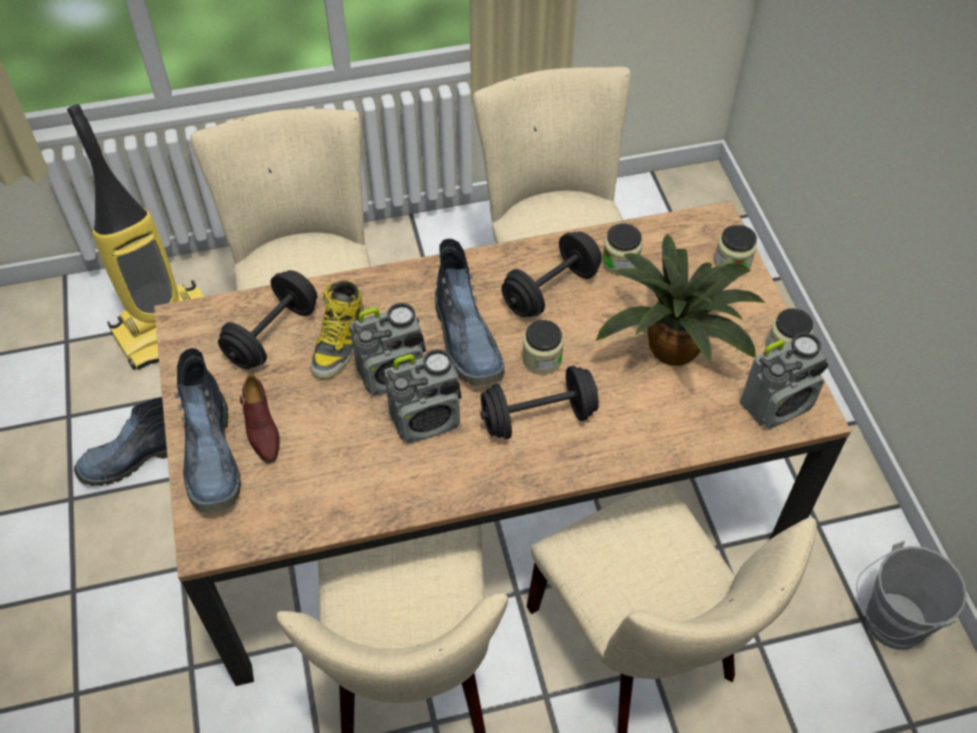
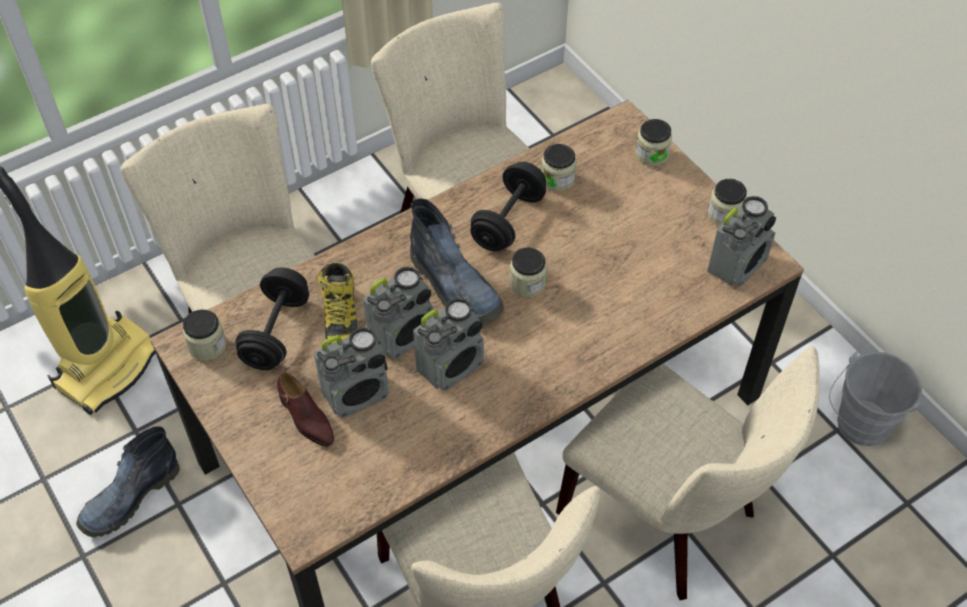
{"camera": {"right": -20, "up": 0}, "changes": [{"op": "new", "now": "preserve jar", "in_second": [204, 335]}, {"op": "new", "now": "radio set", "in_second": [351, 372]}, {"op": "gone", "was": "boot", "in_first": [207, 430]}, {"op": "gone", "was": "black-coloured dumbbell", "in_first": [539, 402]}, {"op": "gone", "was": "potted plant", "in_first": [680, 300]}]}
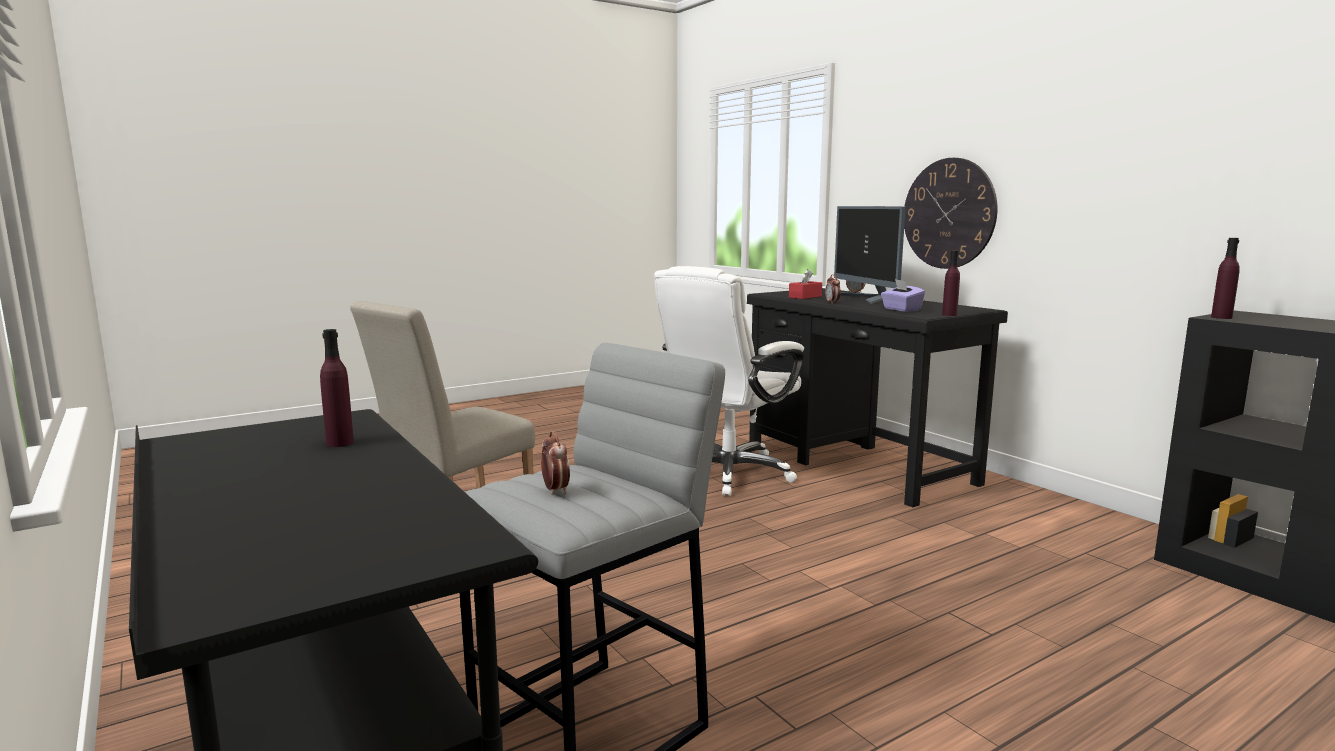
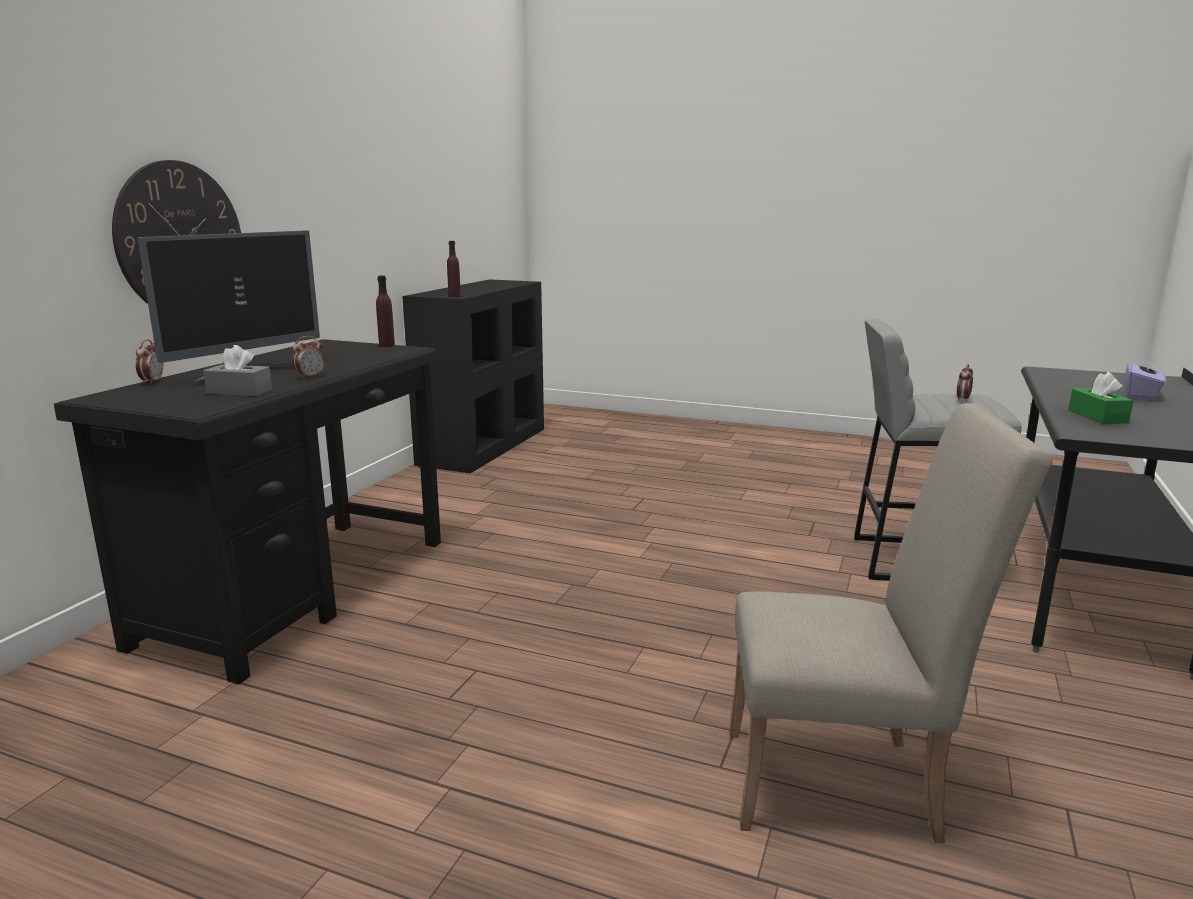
{"camera": {"right": -125, "up": 5}, "changes": [{"op": "repainted", "was": "red box of tissues", "now": "gray box of tissues", "in_first": [805, 284], "in_second": [237, 370]}, {"op": "swapped", "was": "purplish drink bottle", "now": "green-coloured box of tissues", "in_first": [337, 388], "in_second": [1100, 398]}, {"op": "shifted", "was": "purplish box of tissues", "in_first": [903, 295], "in_second": [1145, 378]}, {"op": "gone", "was": "white-coloured computer chair", "in_first": [729, 381]}]}
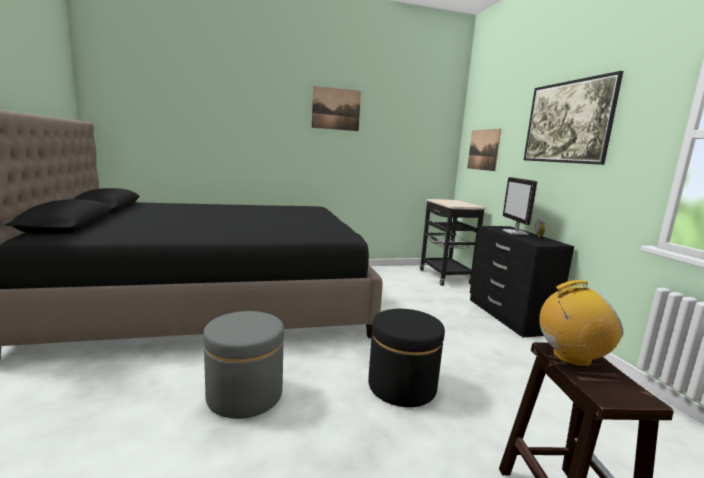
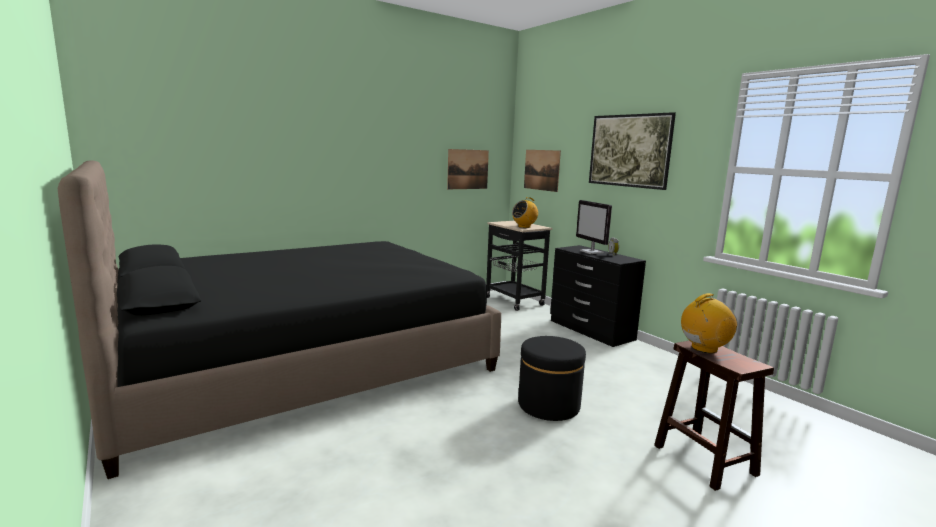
{"camera": {"right": -20, "up": 0}, "changes": [{"op": "shifted", "was": "wall art", "in_first": [336, 108], "in_second": [468, 169]}, {"op": "new", "now": "radio set", "in_second": [525, 212]}, {"op": "gone", "was": "gray footrest", "in_first": [243, 365]}]}
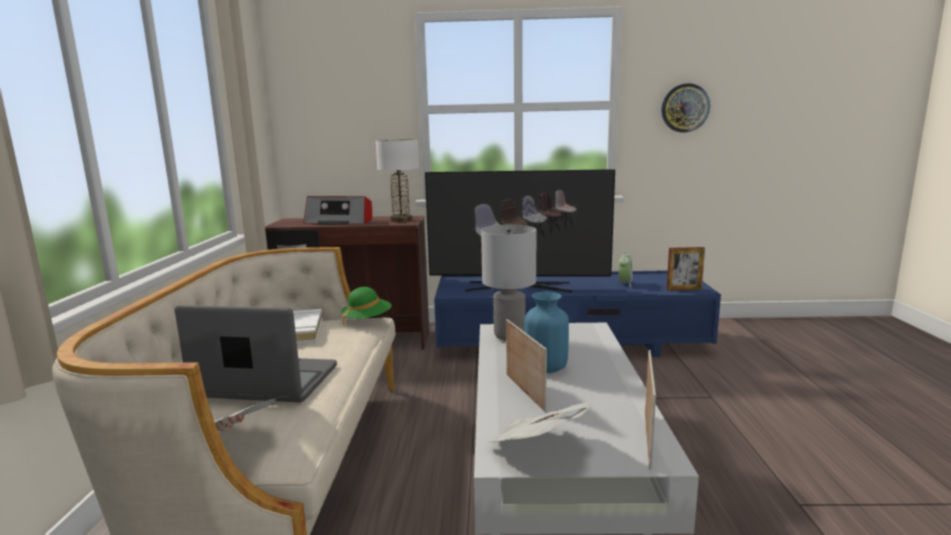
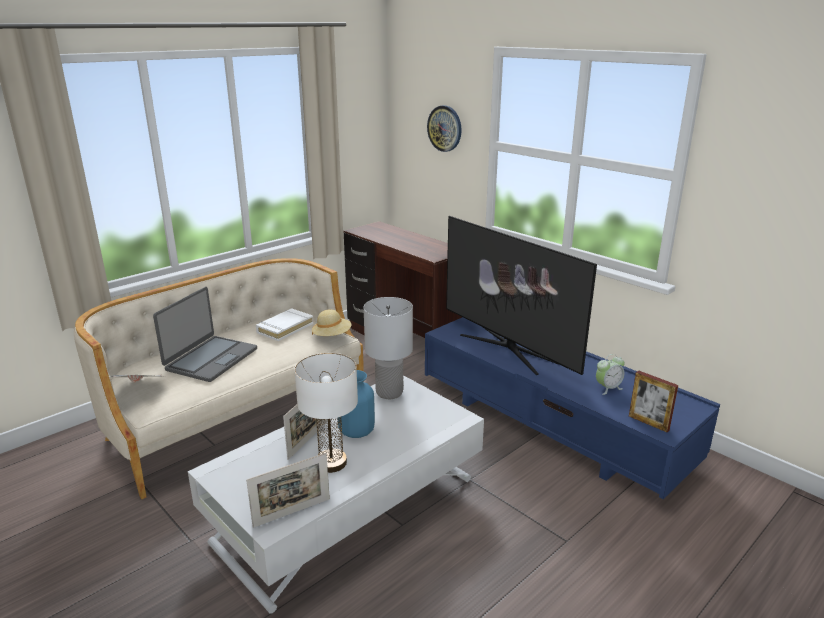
{"camera": {"right": 45, "up": 10}, "changes": [{"op": "rotated", "was": "portable computer", "in_first": [256, 353], "in_second": [205, 334], "clockwise": 60}, {"op": "shifted", "was": "tabletop lamp", "in_first": [398, 180], "in_second": [326, 413]}, {"op": "repainted", "was": "green-coloured clothing hat", "now": "beige-coloured clothing hat", "in_first": [366, 306], "in_second": [332, 322]}, {"op": "shifted", "was": "clock on the wall", "in_first": [685, 107], "in_second": [444, 128]}, {"op": "gone", "was": "radio set", "in_first": [337, 210]}, {"op": "gone", "was": "newspaper", "in_first": [540, 422]}]}
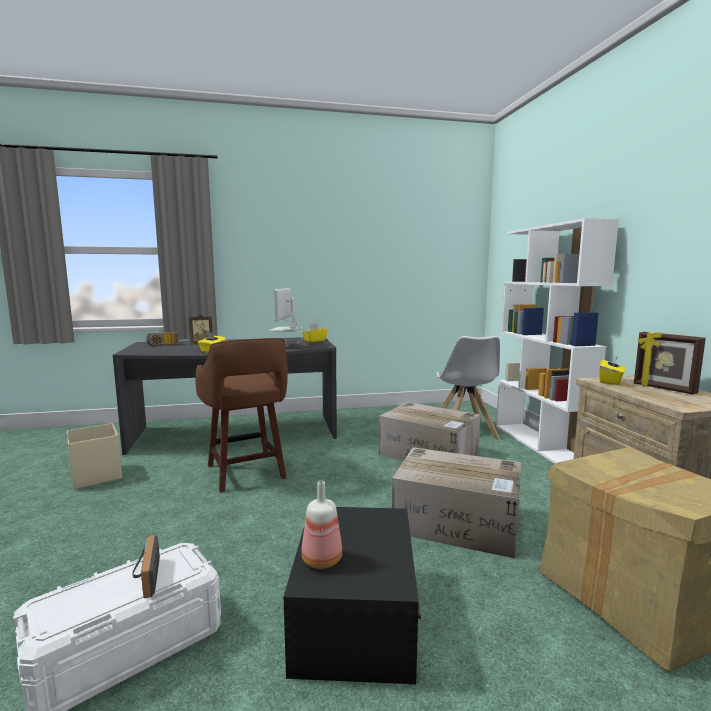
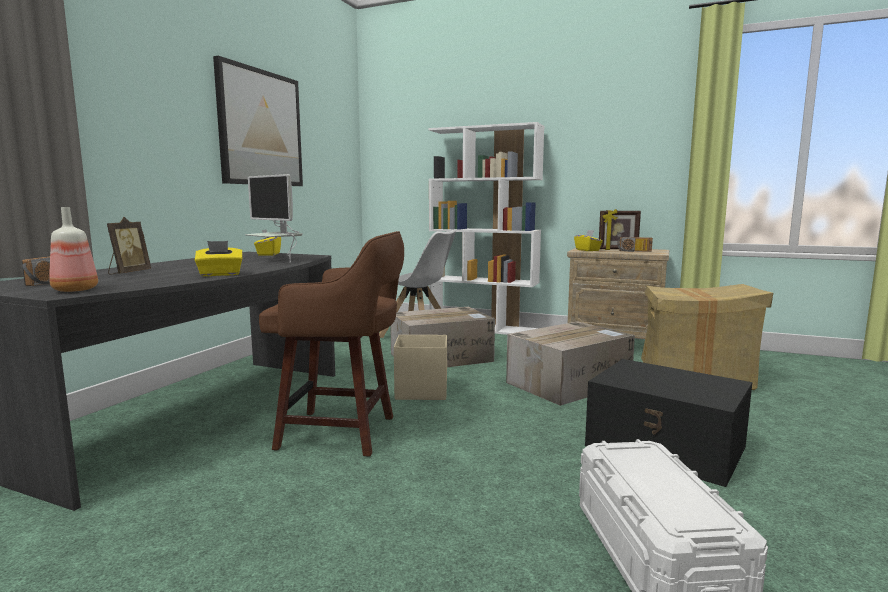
{"camera": {"right": -55, "up": 0}, "changes": [{"op": "shifted", "was": "drink bottle", "in_first": [321, 525], "in_second": [73, 249]}, {"op": "new", "now": "wall art", "in_second": [258, 121]}, {"op": "shifted", "was": "beige-coloured storage bin", "in_first": [94, 456], "in_second": [420, 367]}, {"op": "shifted", "was": "radio set", "in_first": [146, 566], "in_second": [635, 244]}]}
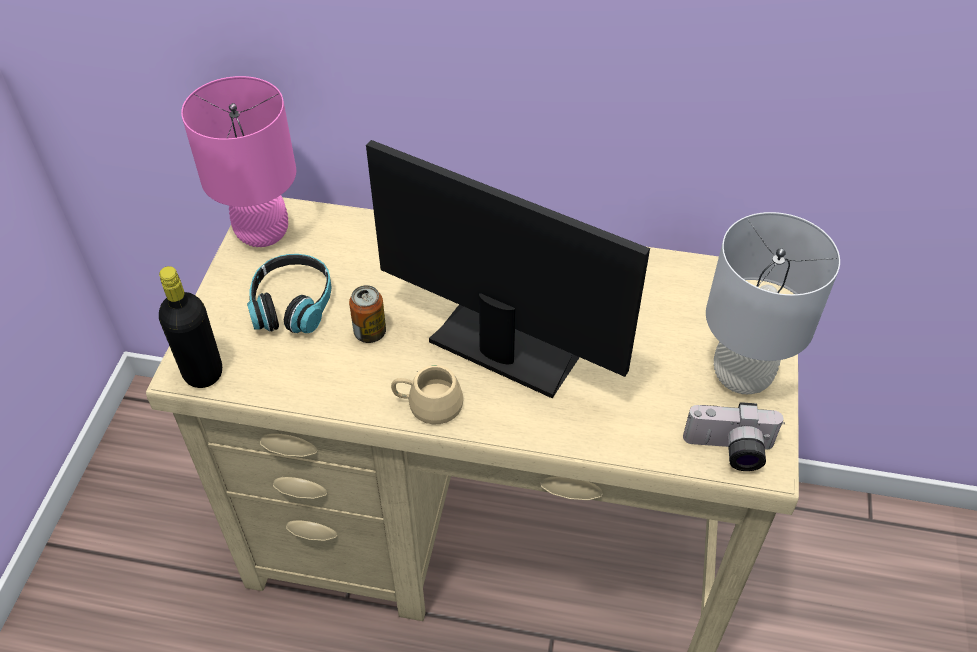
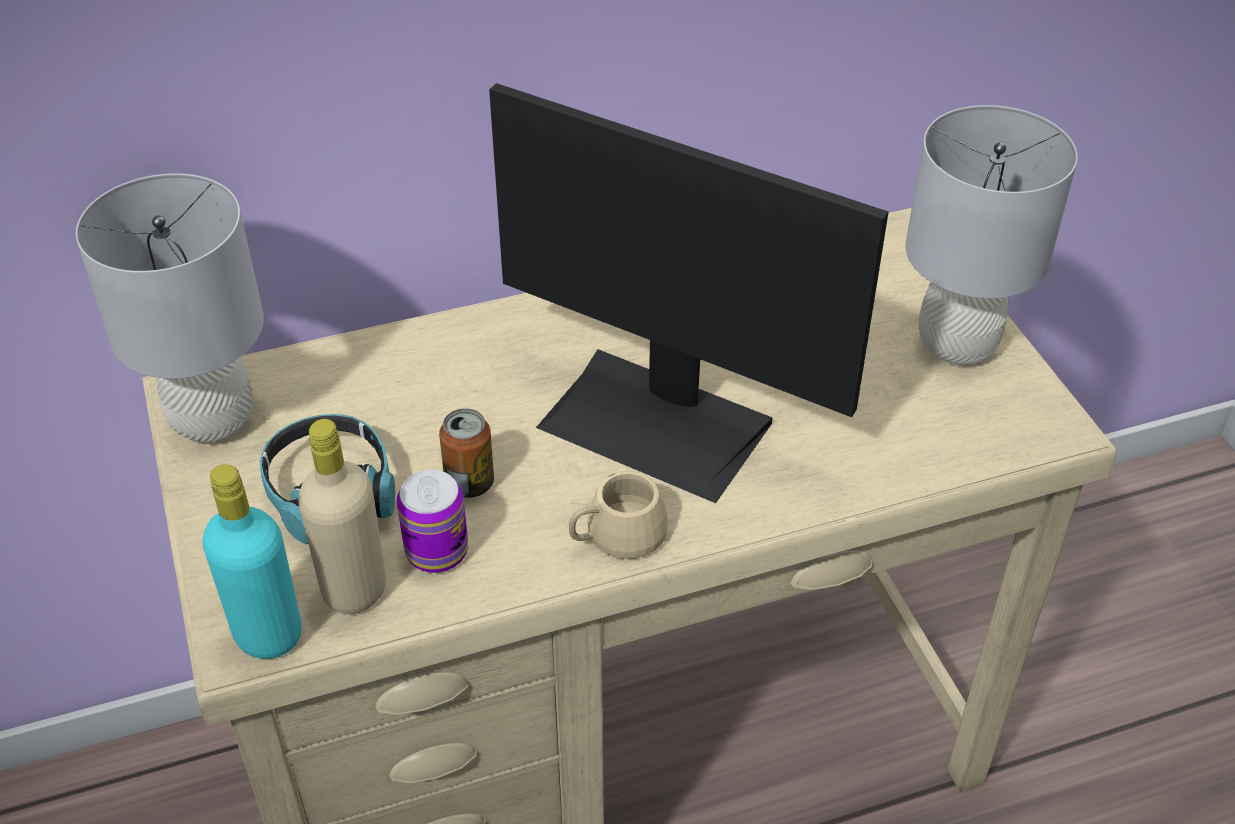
{"camera": {"right": -30, "up": -5}, "changes": [{"op": "repainted", "was": "pink-coloured tabletop lamp", "now": "gray tabletop lamp", "in_first": [238, 161], "in_second": [170, 307]}, {"op": "repainted", "was": "black-coloured drink bottle", "now": "turquoise drink bottle", "in_first": [190, 327], "in_second": [252, 561]}, {"op": "new", "now": "beige-coloured drink bottle", "in_second": [342, 516]}, {"op": "new", "now": "metal can", "in_second": [432, 521]}, {"op": "rotated", "was": "monitor", "in_first": [508, 269], "in_second": [689, 293], "clockwise": -150}, {"op": "gone", "was": "still camera", "in_first": [734, 436]}]}
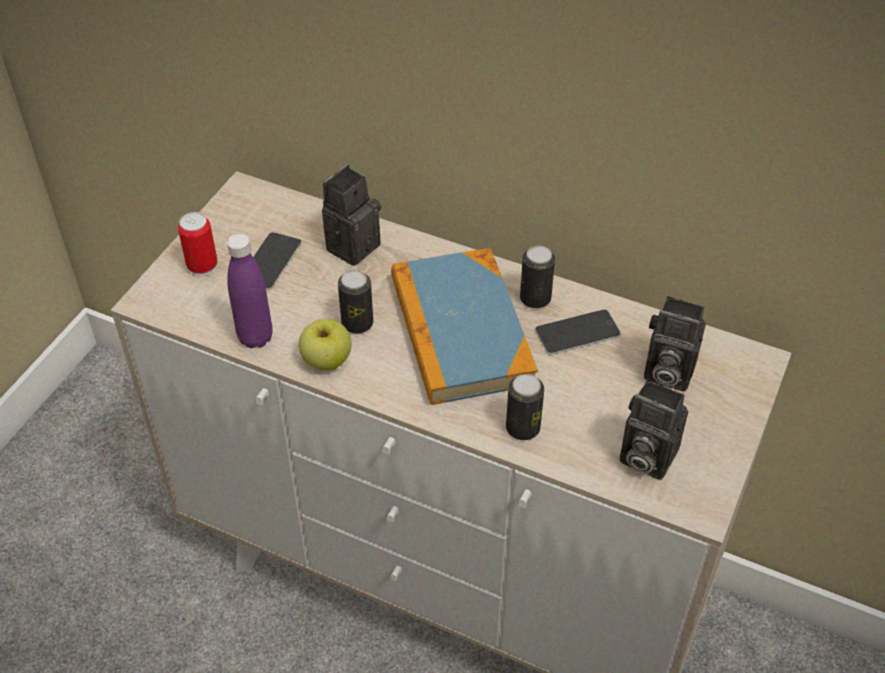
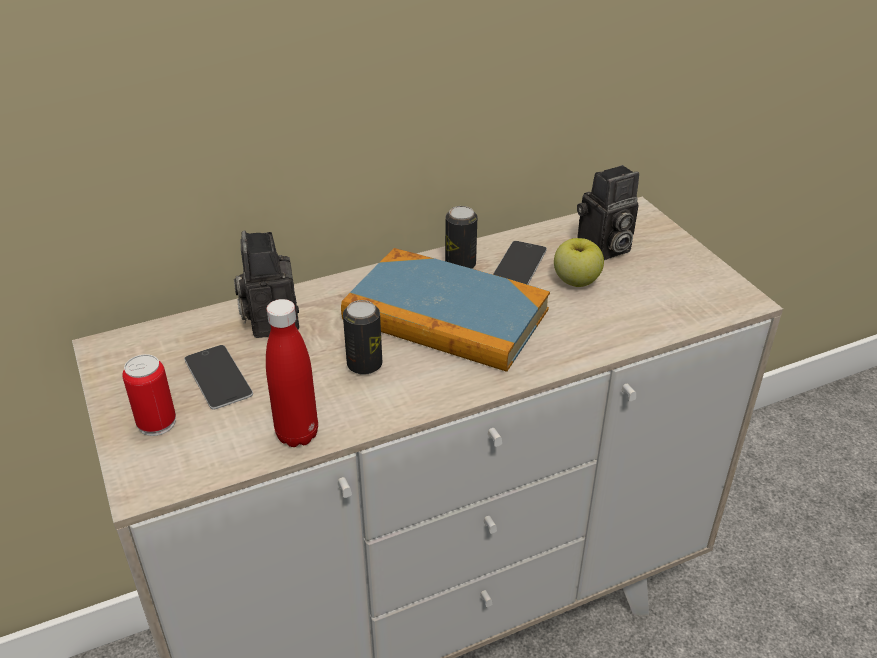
{"camera": {"right": -50, "up": -10}, "changes": [{"op": "repainted", "was": "purplish drink bottle", "now": "red drink bottle", "in_first": [250, 290], "in_second": [292, 373]}, {"op": "shifted", "was": "apple", "in_first": [325, 345], "in_second": [579, 262]}, {"op": "gone", "was": "metal can", "in_first": [525, 407]}, {"op": "gone", "was": "still camera", "in_first": [654, 429]}]}
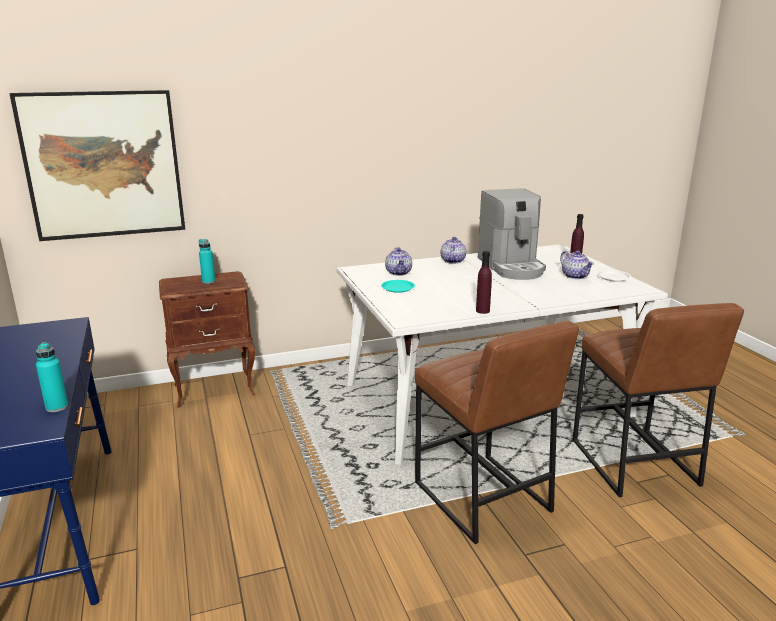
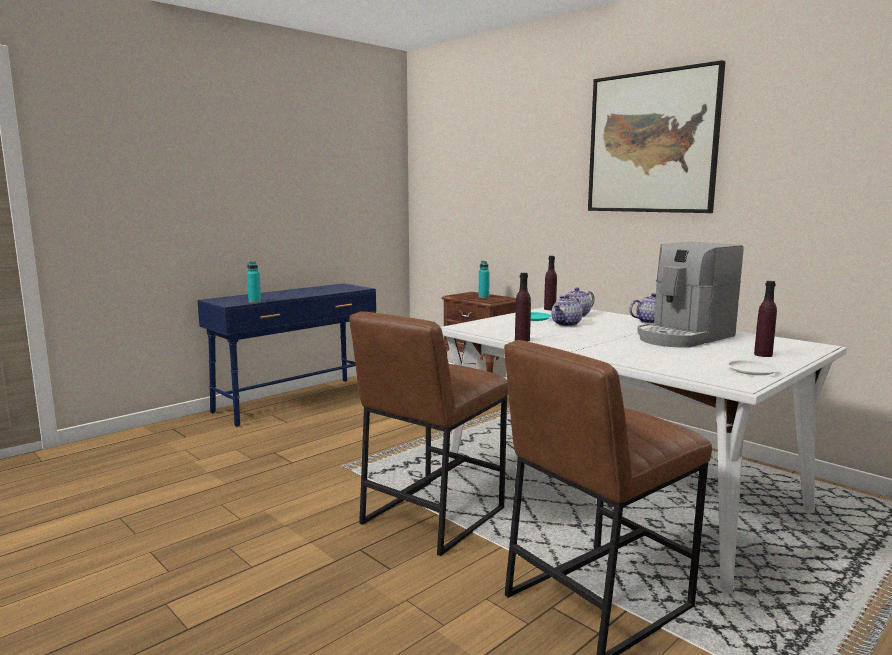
{"camera": {"right": 65, "up": -10}, "changes": [{"op": "new", "now": "purplish drink bottle", "in_second": [550, 283]}, {"op": "shifted", "was": "tea pot", "in_first": [577, 264], "in_second": [567, 310]}, {"op": "shifted", "was": "wall art", "in_first": [97, 165], "in_second": [657, 136]}]}
